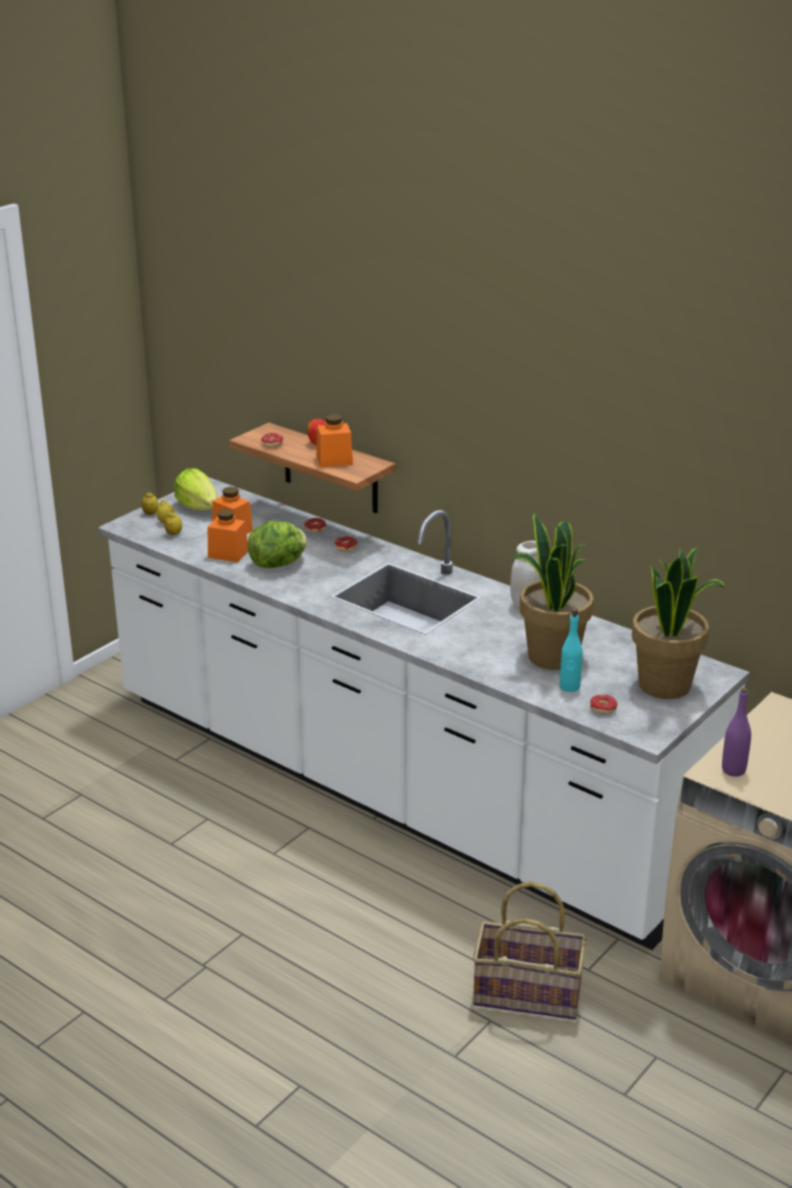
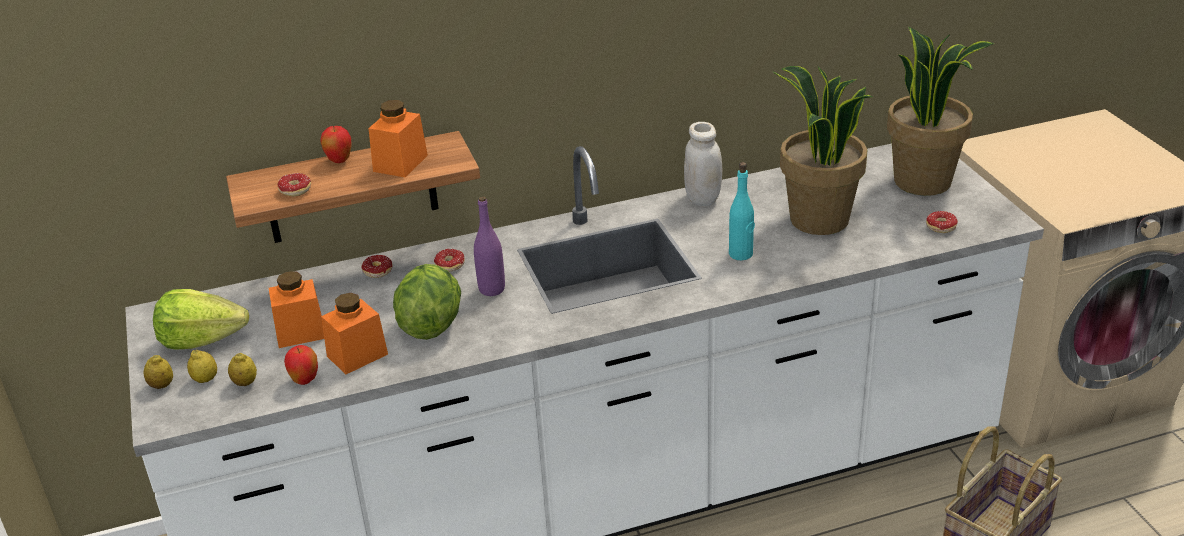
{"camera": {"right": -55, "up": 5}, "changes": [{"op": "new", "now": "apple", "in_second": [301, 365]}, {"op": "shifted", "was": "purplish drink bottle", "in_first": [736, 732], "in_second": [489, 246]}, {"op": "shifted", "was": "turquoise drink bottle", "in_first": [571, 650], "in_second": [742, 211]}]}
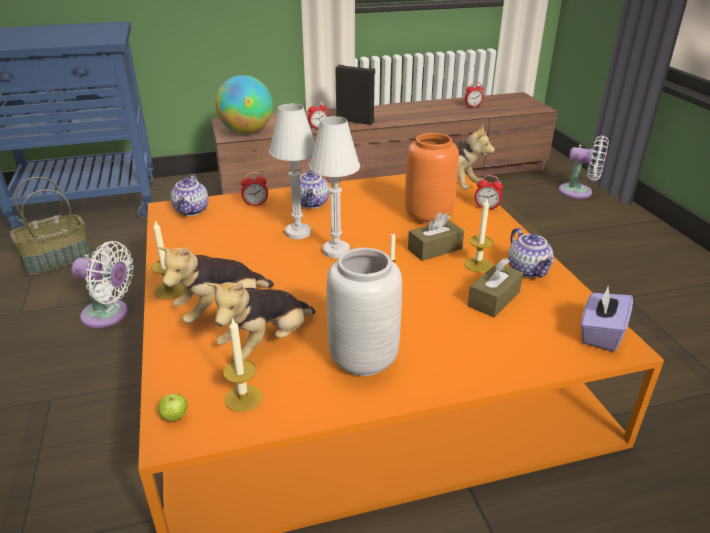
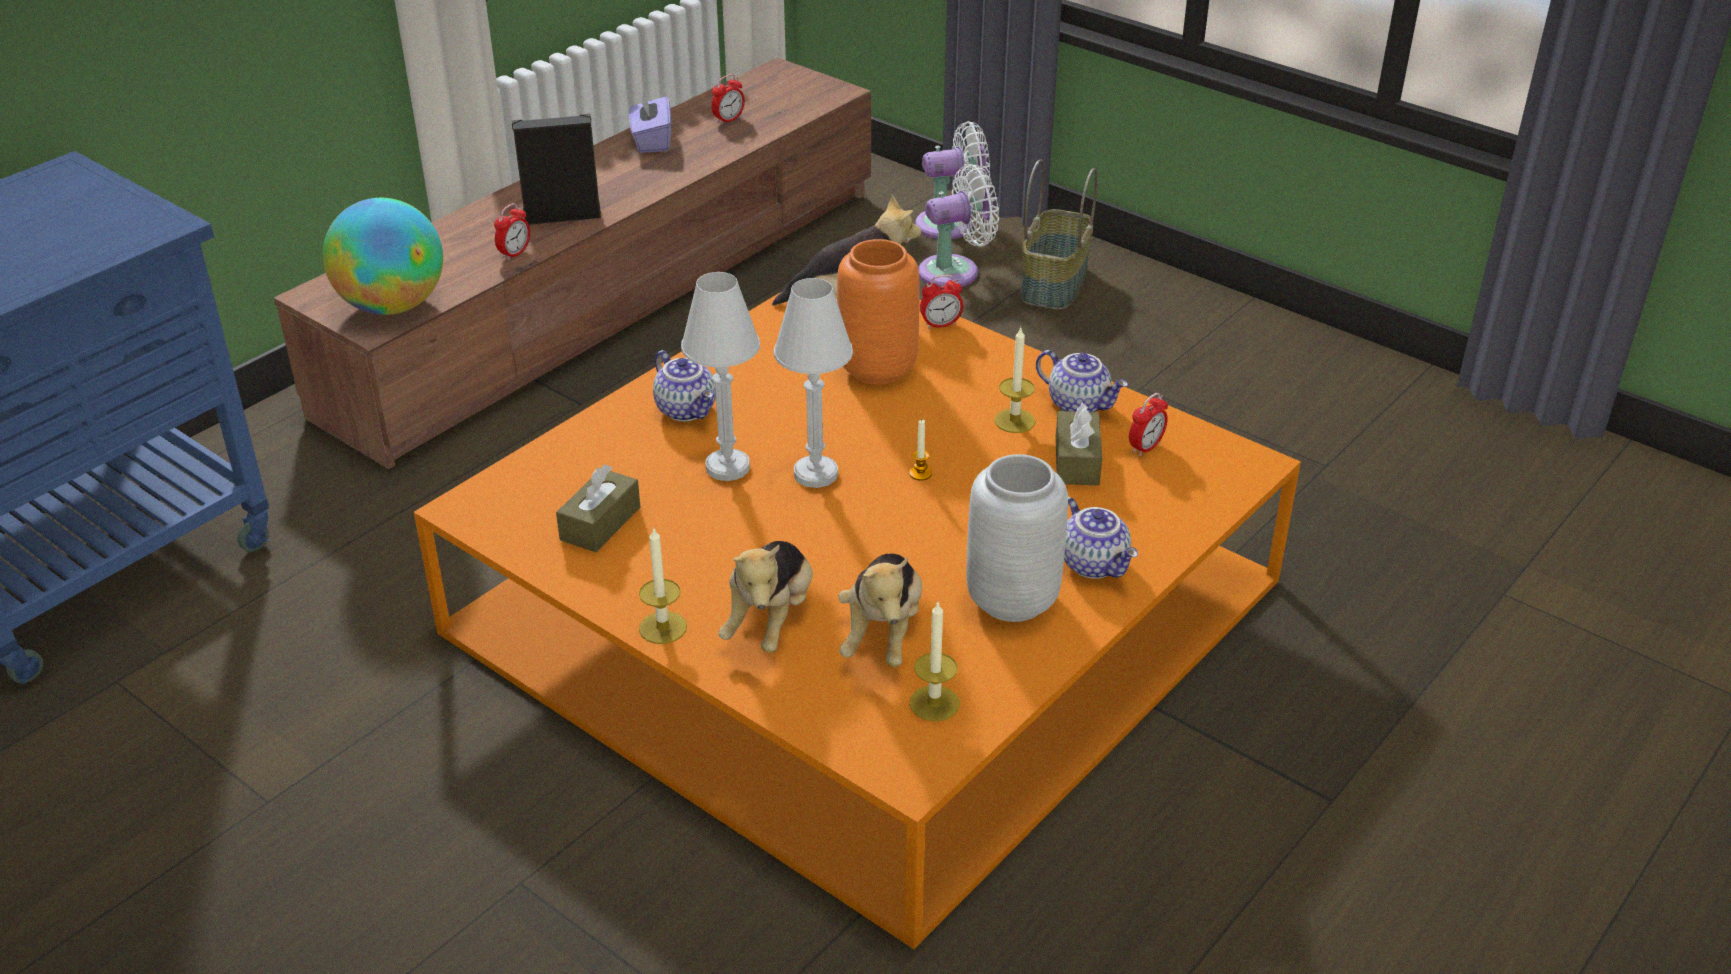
{"camera": {"right": -35, "up": 5}, "changes": [{"op": "shifted", "was": "brownish box of tissues", "in_first": [436, 236], "in_second": [598, 508]}, {"op": "shifted", "was": "purplish box of tissues", "in_first": [607, 319], "in_second": [650, 122]}, {"op": "shifted", "was": "white-coloured electric fan", "in_first": [103, 284], "in_second": [958, 225]}, {"op": "shifted", "was": "basket", "in_first": [50, 226], "in_second": [1059, 235]}, {"op": "shifted", "was": "tea pot", "in_first": [190, 195], "in_second": [1101, 538]}, {"op": "shifted", "was": "bedside clock", "in_first": [254, 189], "in_second": [1148, 425]}, {"op": "gone", "was": "apple", "in_first": [172, 407]}]}
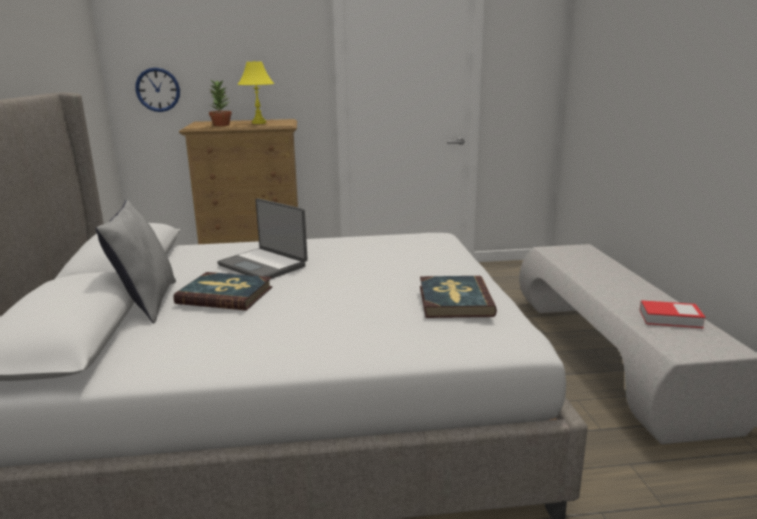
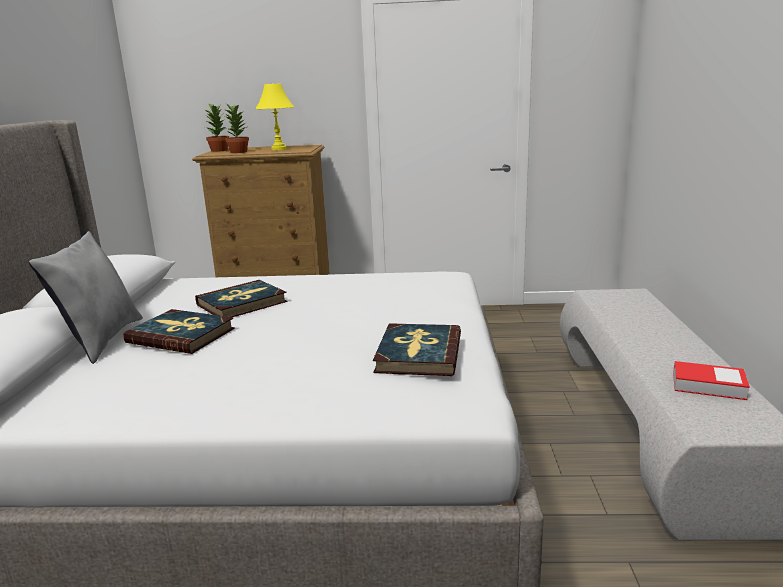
{"camera": {"right": 10, "up": 0}, "changes": [{"op": "swapped", "was": "portable computer", "now": "book", "in_first": [262, 238], "in_second": [241, 298]}, {"op": "new", "now": "potted plant", "in_second": [217, 127]}, {"op": "gone", "was": "clock on the wall", "in_first": [157, 90]}]}
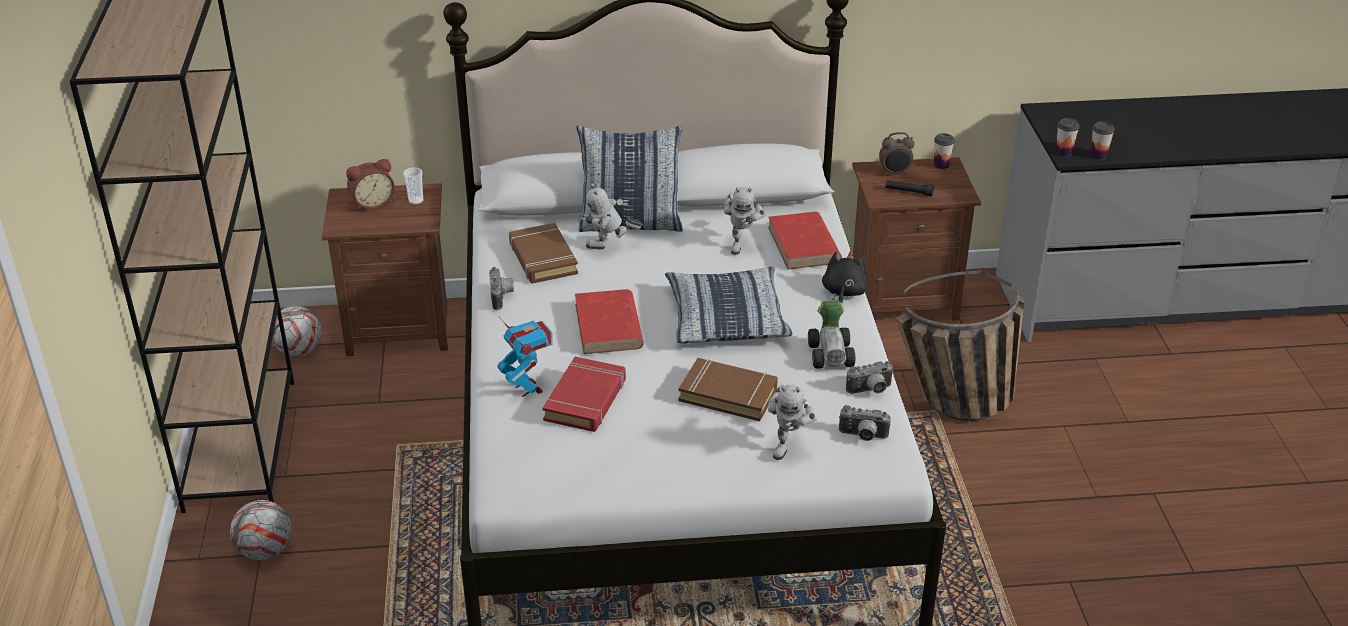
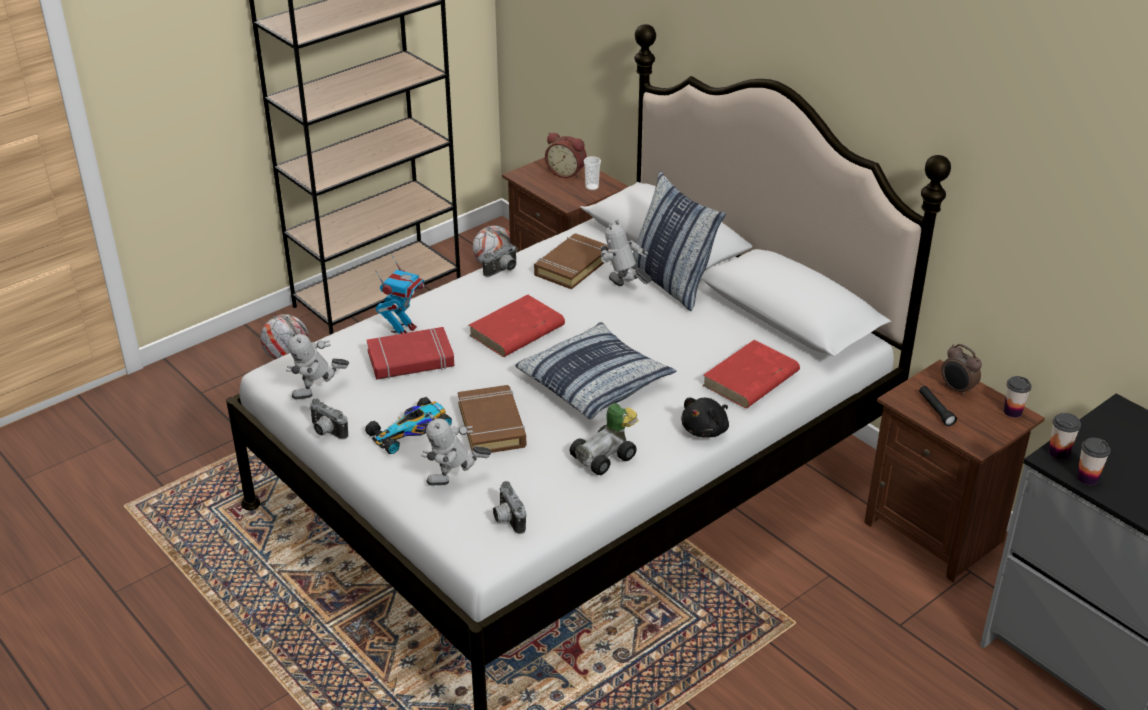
{"camera": {"right": 55, "up": 0}, "changes": [{"op": "shifted", "was": "toy robot", "in_first": [744, 221], "in_second": [317, 365]}, {"op": "shifted", "was": "still camera", "in_first": [870, 377], "in_second": [328, 418]}, {"op": "new", "now": "miniature car", "in_second": [408, 425]}, {"op": "rotated", "was": "black-coloured soft toy", "in_first": [844, 277], "in_second": [705, 417], "clockwise": 150}, {"op": "gone", "was": "basket", "in_first": [960, 345]}]}
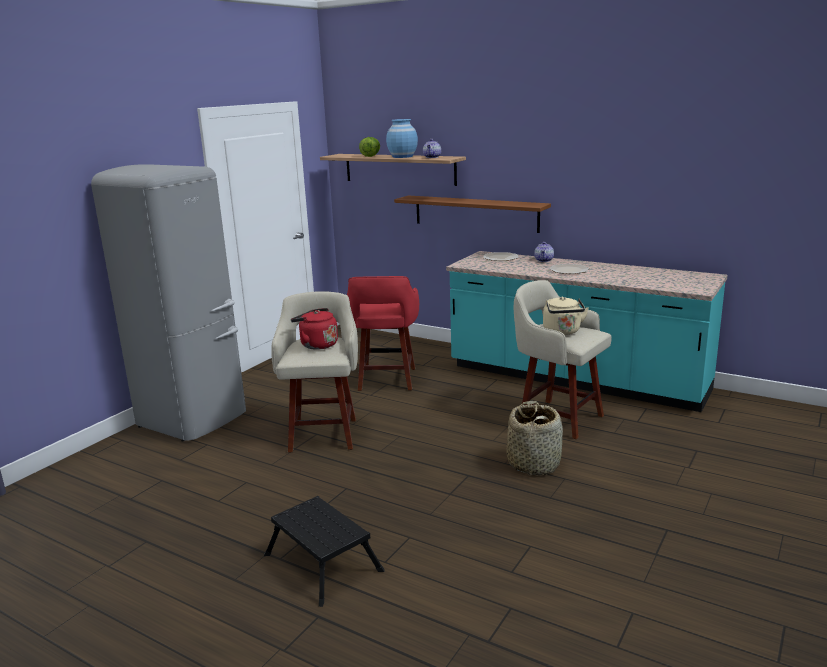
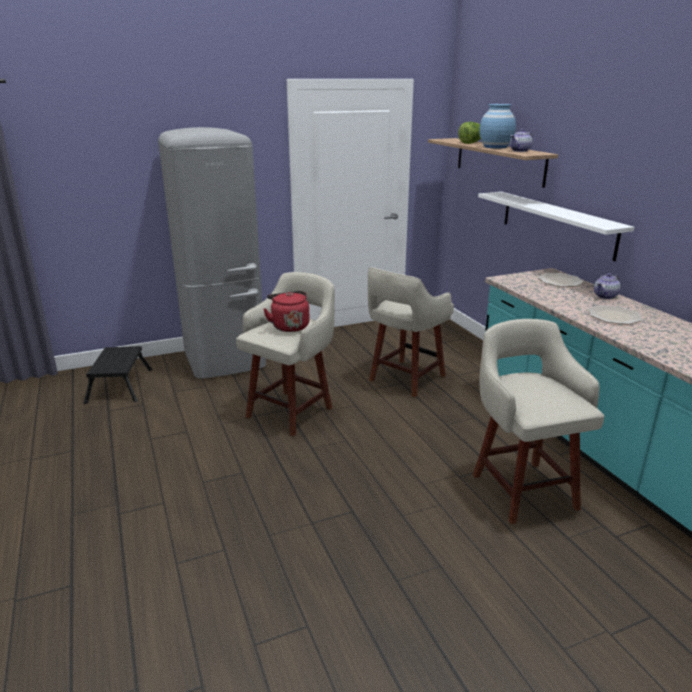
{"camera": {"right": 35, "up": 5}, "changes": [{"op": "shifted", "was": "black-coloured stepladder", "in_first": [324, 551], "in_second": [118, 375]}, {"op": "repainted", "was": "red stool", "now": "beige-coloured stool", "in_first": [383, 333], "in_second": [411, 332]}, {"op": "repainted", "was": "brownish shelf", "now": "white-coloured shelf", "in_first": [472, 214], "in_second": [556, 226]}, {"op": "gone", "was": "basket", "in_first": [534, 438]}, {"op": "gone", "was": "beige-coloured tea kettle", "in_first": [566, 315]}]}
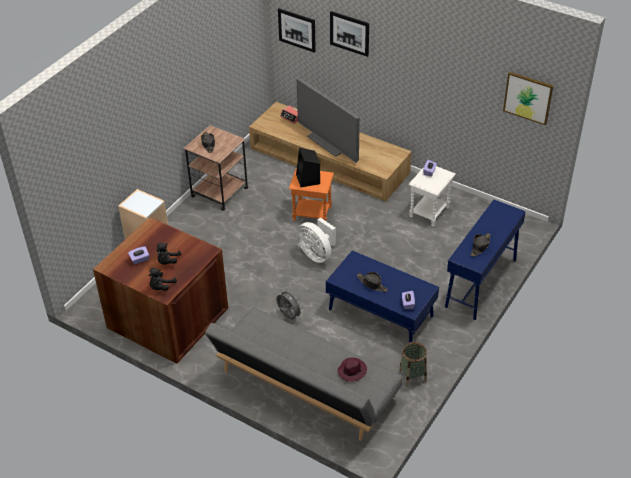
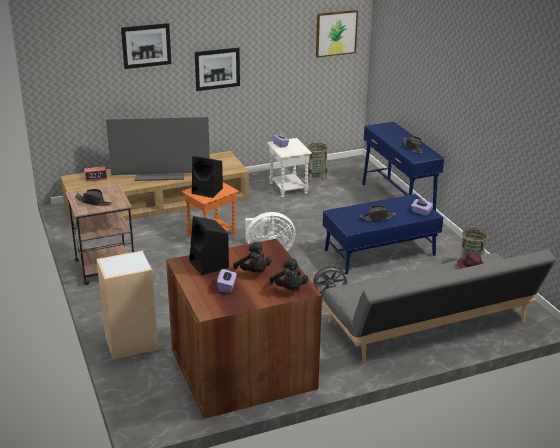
{"camera": {"right": -55, "up": -15}, "changes": [{"op": "new", "now": "black-coloured audio speaker", "in_second": [209, 245]}, {"op": "shifted", "was": "wall art", "in_first": [297, 30], "in_second": [217, 69]}, {"op": "new", "now": "basket", "in_second": [317, 162]}]}
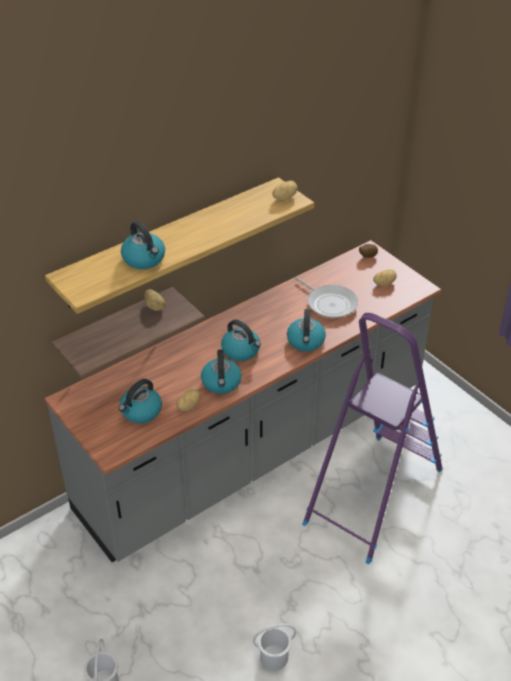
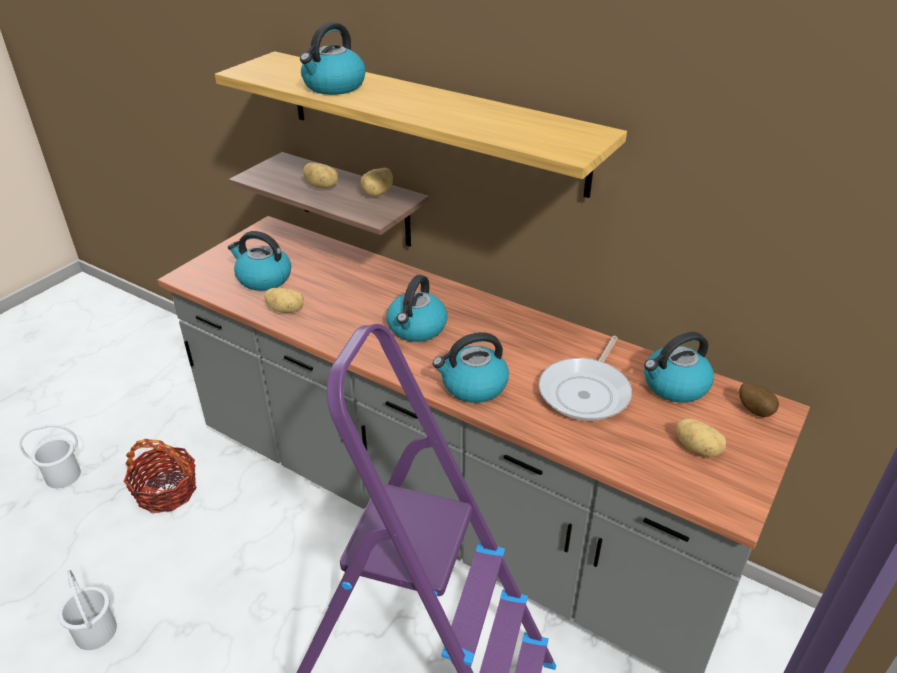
{"camera": {"right": 70, "up": -5}, "changes": [{"op": "new", "now": "basket", "in_second": [160, 476]}, {"op": "shifted", "was": "spud", "in_first": [284, 191], "in_second": [320, 175]}, {"op": "shifted", "was": "tea kettle", "in_first": [221, 371], "in_second": [679, 367]}]}
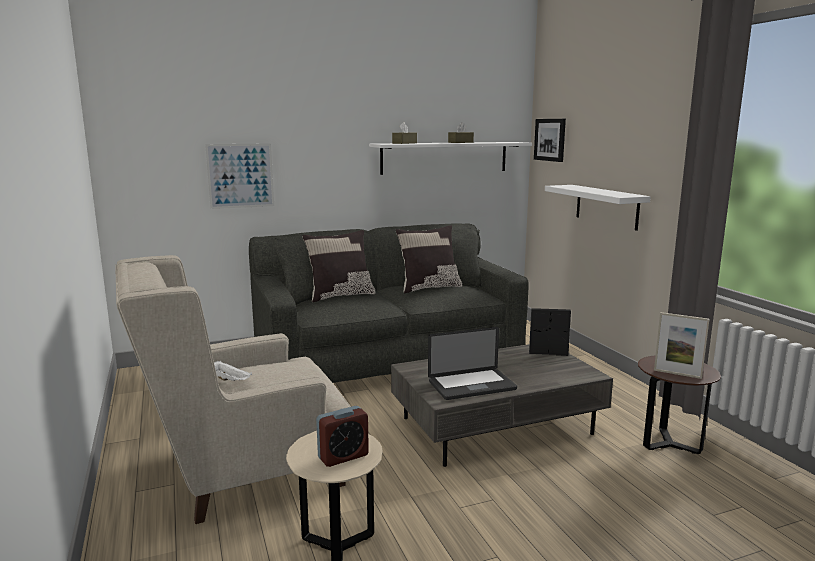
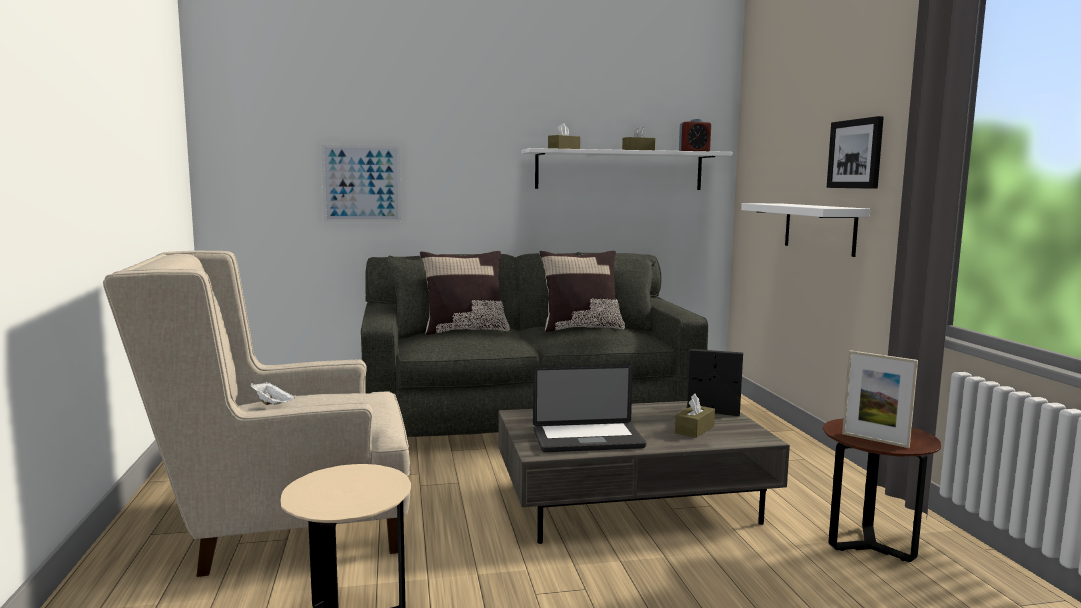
{"camera": {"right": 10, "up": -5}, "changes": [{"op": "new", "now": "brownish box of tissues", "in_second": [695, 416]}, {"op": "shifted", "was": "bedside clock", "in_first": [342, 436], "in_second": [695, 135]}, {"op": "shifted", "was": "wall art", "in_first": [550, 140], "in_second": [855, 152]}]}
